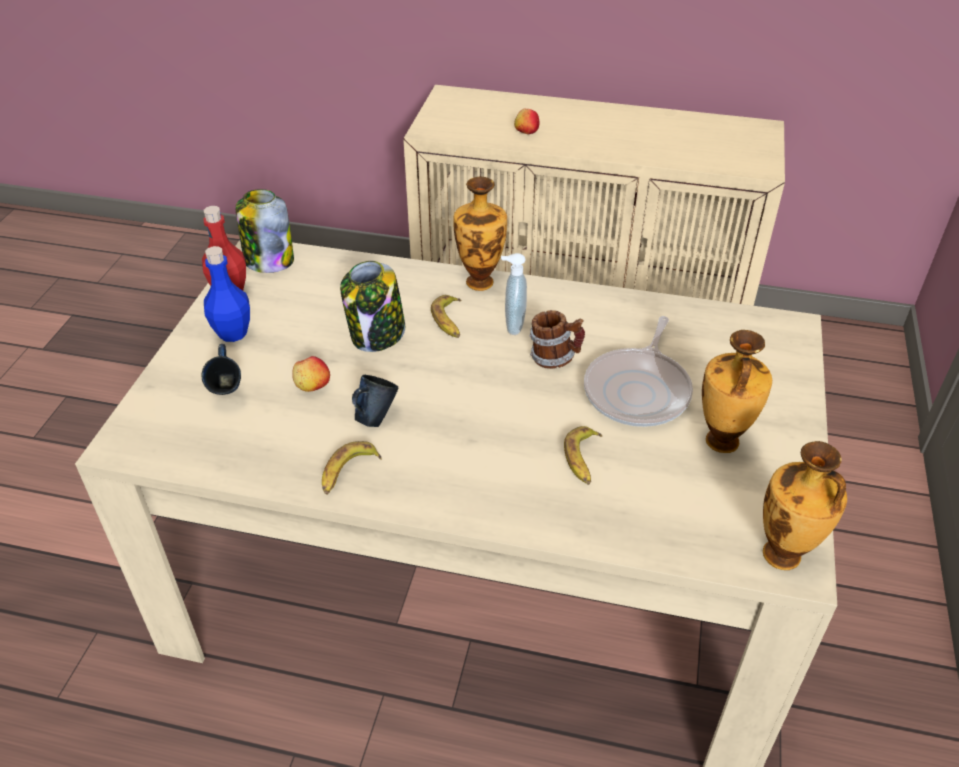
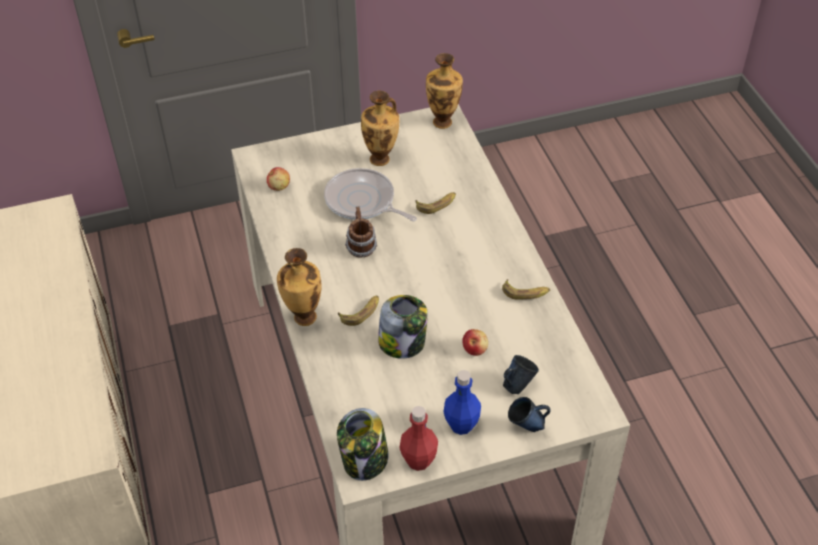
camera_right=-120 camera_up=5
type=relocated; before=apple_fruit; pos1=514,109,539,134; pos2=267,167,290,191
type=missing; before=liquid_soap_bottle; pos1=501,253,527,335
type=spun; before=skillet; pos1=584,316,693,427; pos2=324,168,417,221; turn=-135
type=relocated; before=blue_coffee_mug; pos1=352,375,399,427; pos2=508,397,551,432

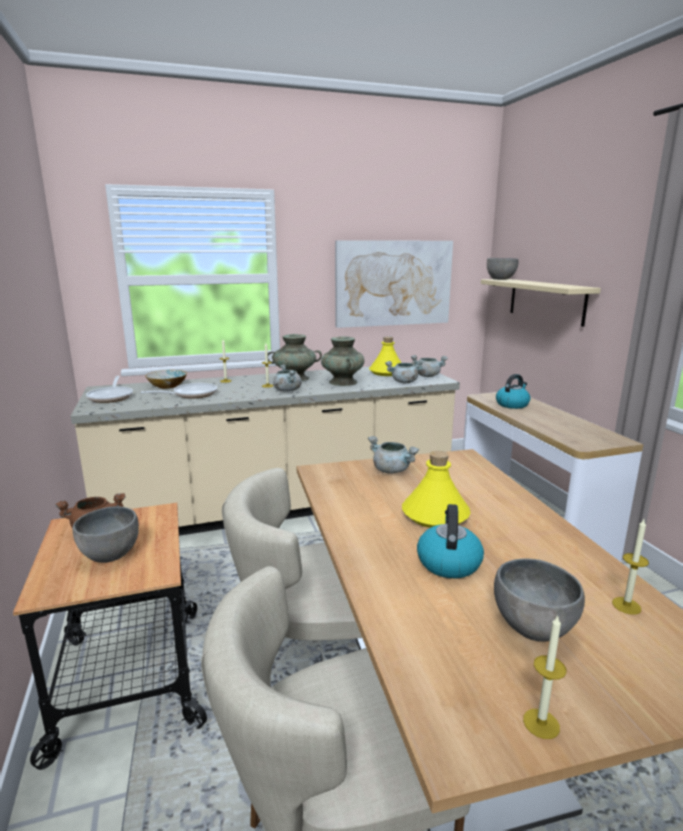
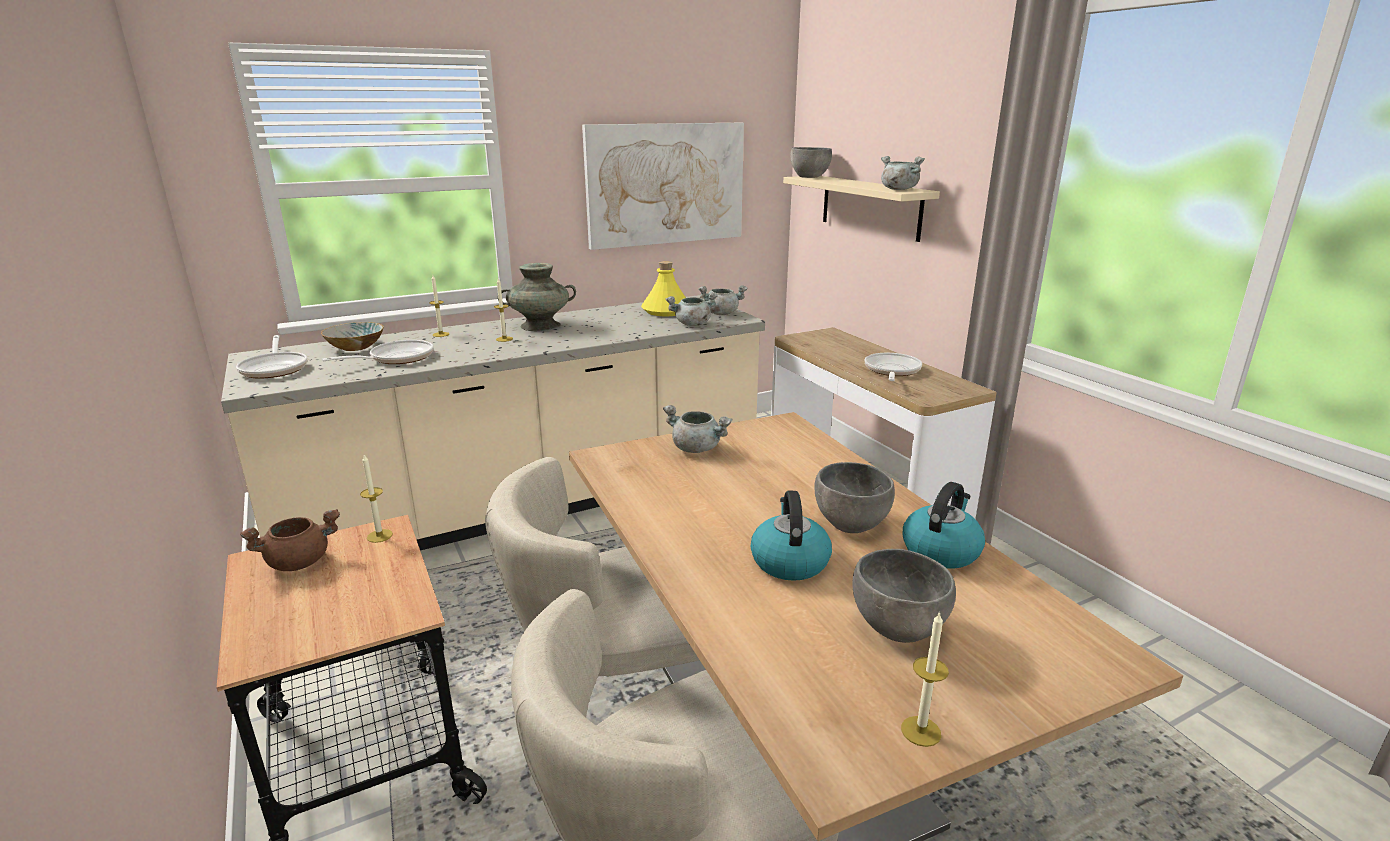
camera_right=-10 camera_up=5
type=missing; before=turquoise-coloured_vase; pos1=321,336,364,386
type=relocated; before=grey_saucepot; pos1=273,364,302,392; pos2=881,156,925,190
type=relocated; before=water_kettle; pos1=496,374,531,409; pos2=903,482,985,569
type=missing; before=yellow_drink_bottle; pos1=402,451,470,528
type=relocated; before=grey_bowl; pos1=73,506,139,563; pos2=814,462,895,533
type=relocated; before=wax_light; pos1=612,519,649,615; pos2=360,455,393,543
type=appeared; after=skillet; pos2=865,353,922,381

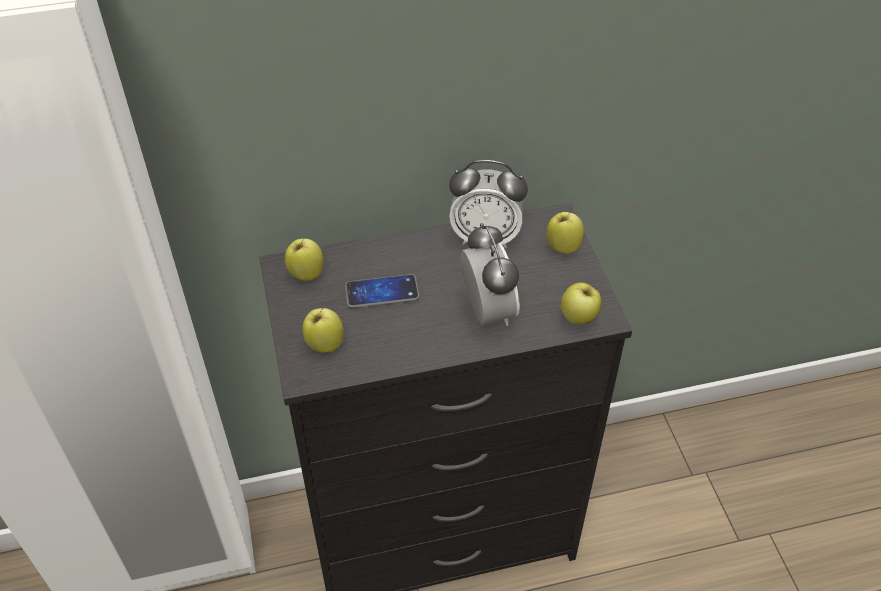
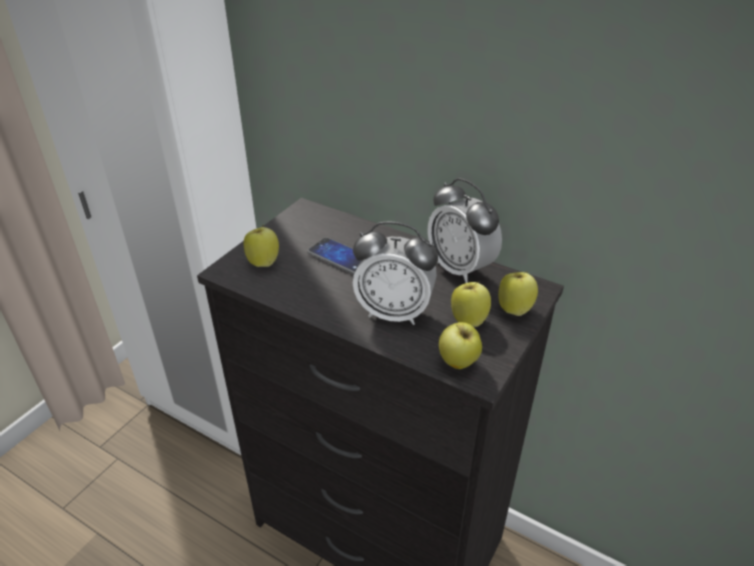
camera_right=45 camera_up=-10
type=spun; before=table_clock; pos1=461,223,520,326; pos2=353,222,438,325; turn=75
type=relocated; before=apple_fruit; pos1=285,238,324,281; pos2=451,281,491,327

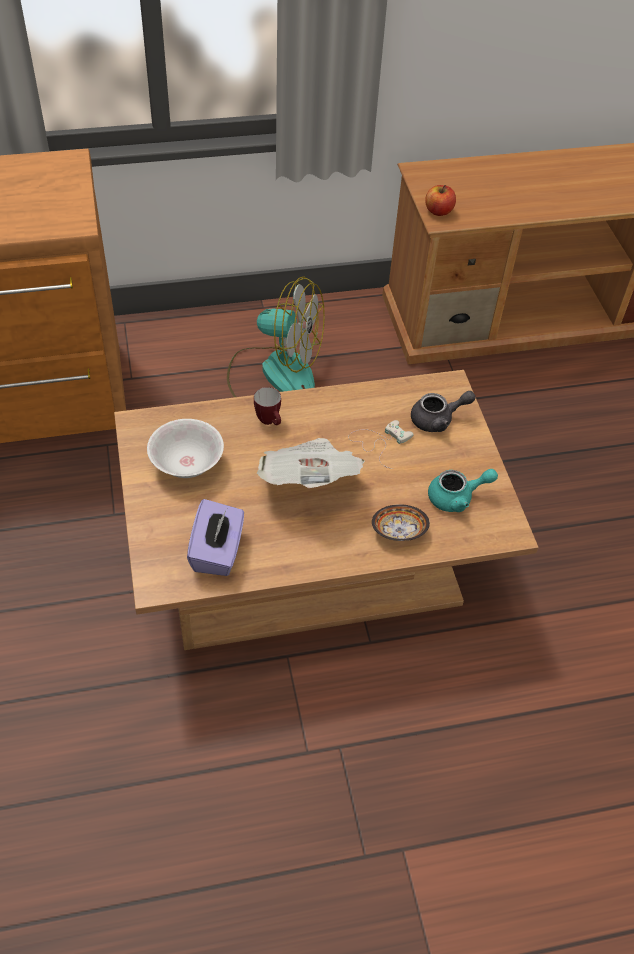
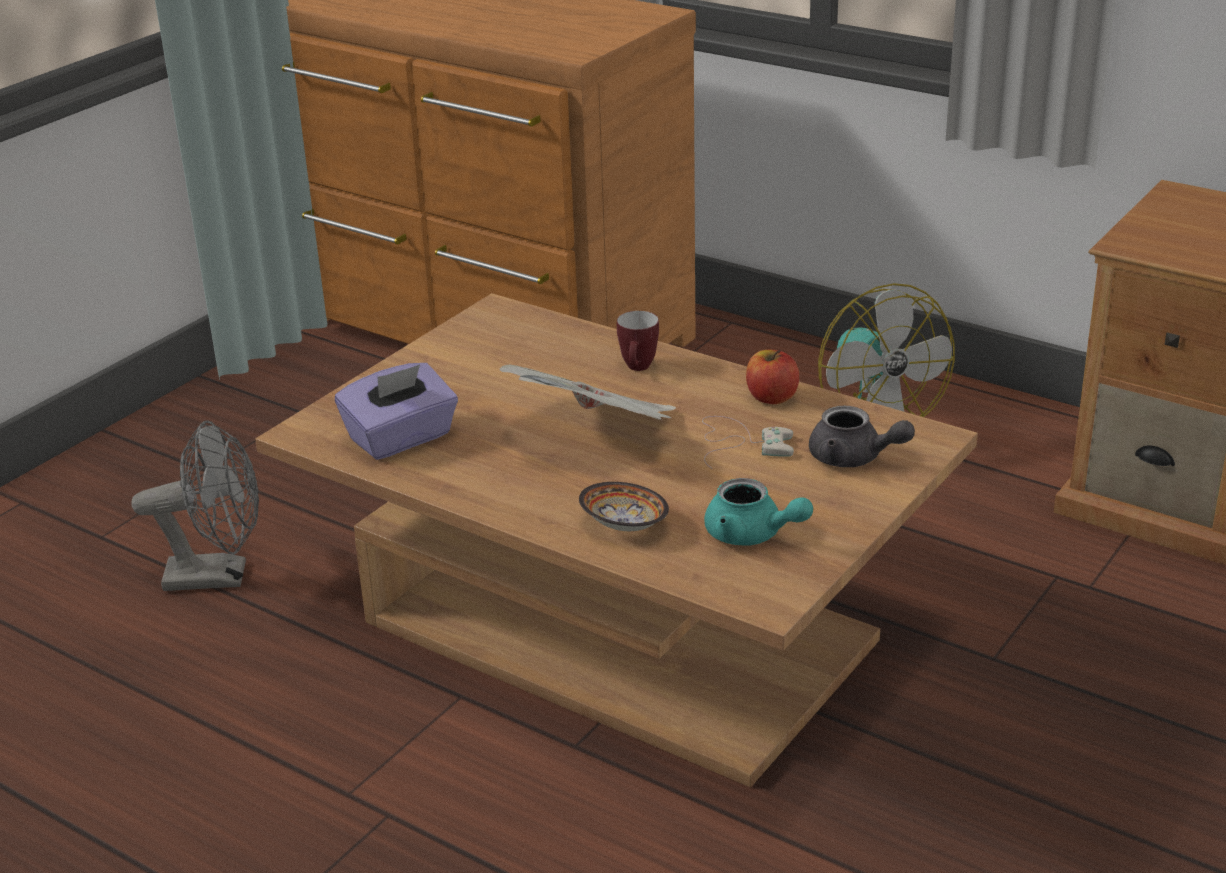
camera_right=50 camera_up=-20
type=relocated; before=apple_fruit; pos1=425,185,456,216; pos2=746,350,799,404
type=missing; before=white_bowl; pos1=147,419,224,478
type=appeared; after=grey_fan; pos2=131,420,259,591

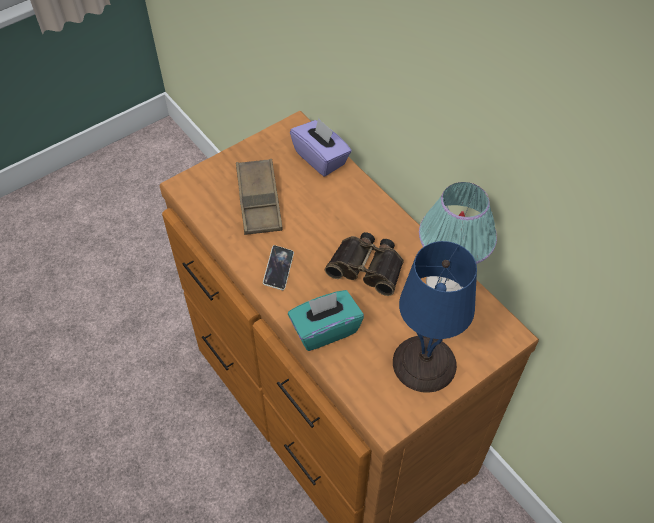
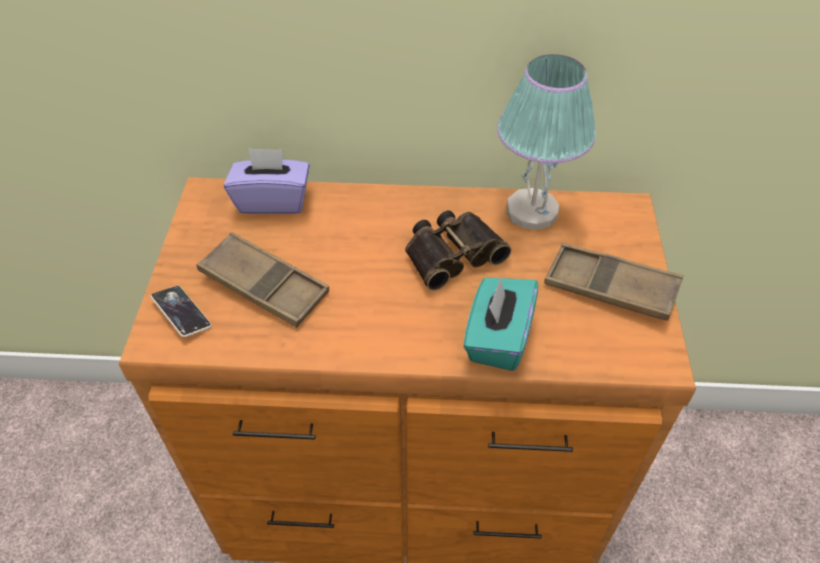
camera_right=-50 camera_up=-5
type=exchanged; before=blue_tabletop_lamp; after=brown-coloured_tray; pos1=393,241,477,393; pos2=544,243,683,321
type=relocated; before=handset; pos1=263,245,294,290; pos2=151,286,212,337

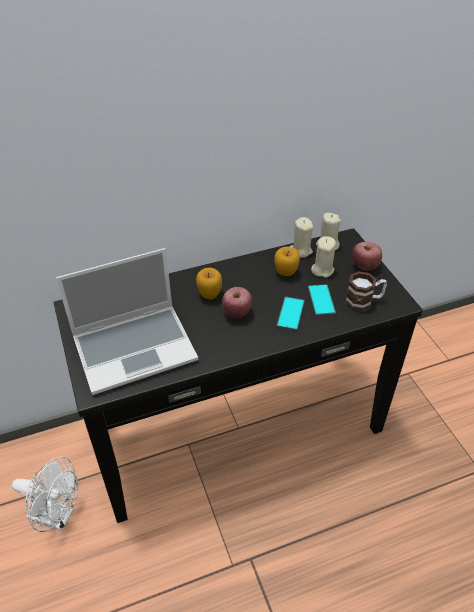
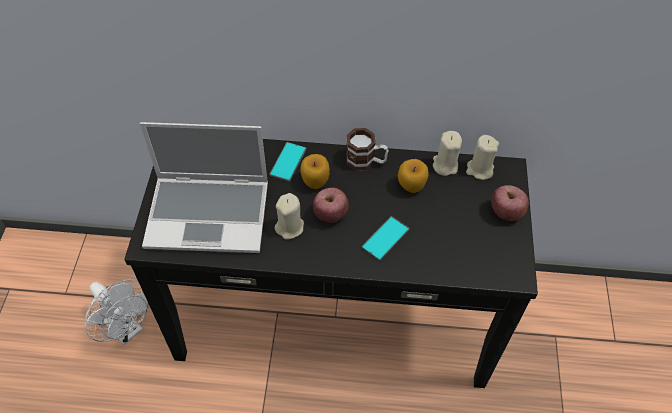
camera_right=25 camera_up=10
type=relocated; before=beige_wax_light; pos1=311,236,336,277; pos2=275,193,304,240
type=relocated; before=coffee_mug; pos1=345,271,387,312; pos2=346,128,389,171
type=relocated; before=handset; pos1=308,284,336,316; pos2=269,142,307,182

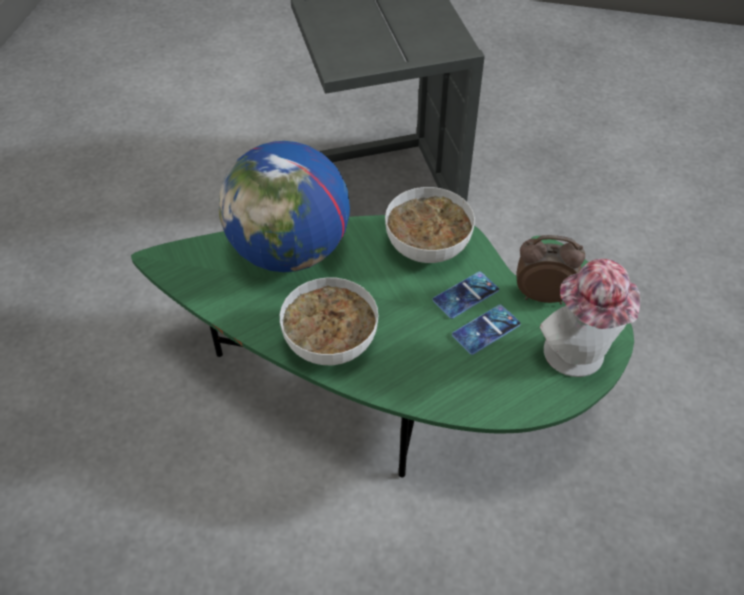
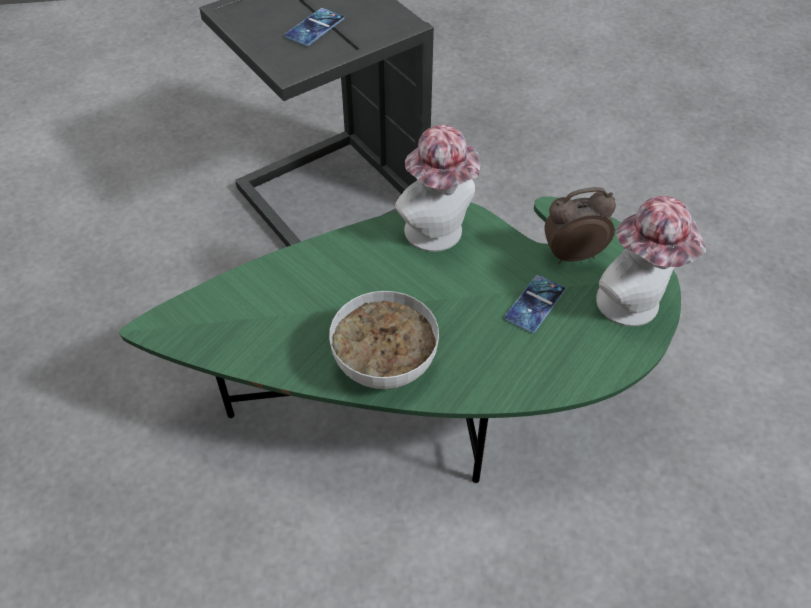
camera_right=-20 camera_up=0
type=missing; before=desk_globe; pos1=219,141,350,272
type=exchanged; before=bowl; after=wearable_hat; pos1=385,187,475,263; pos2=395,125,480,252
type=relocated; before=handset; pos1=432,272,499,319; pos2=284,8,344,46

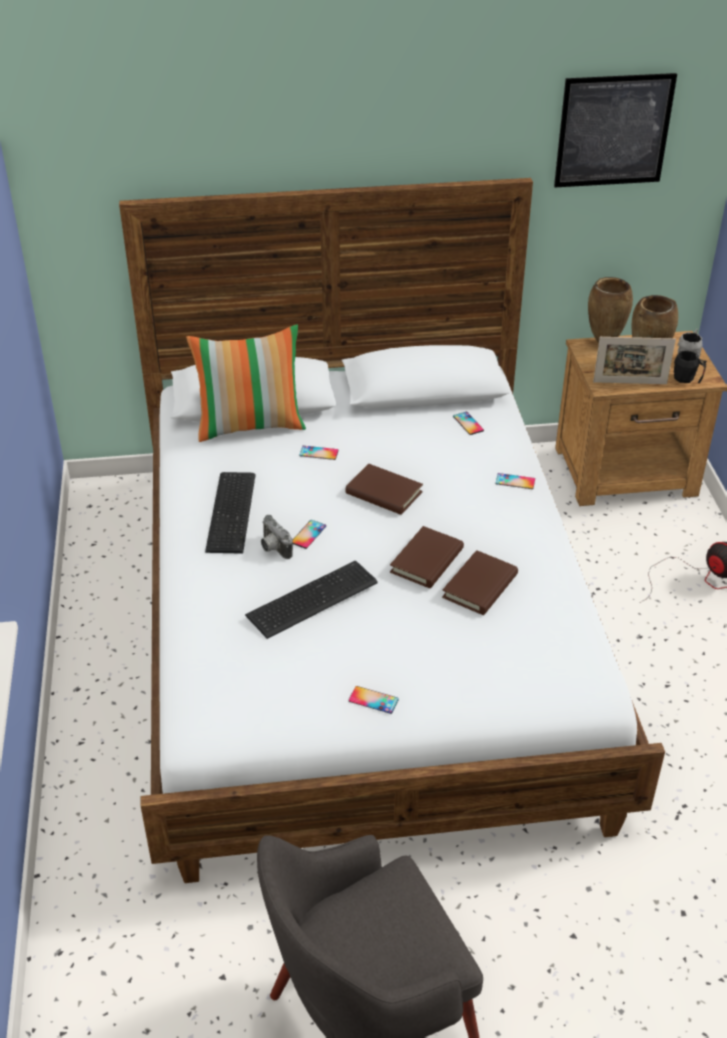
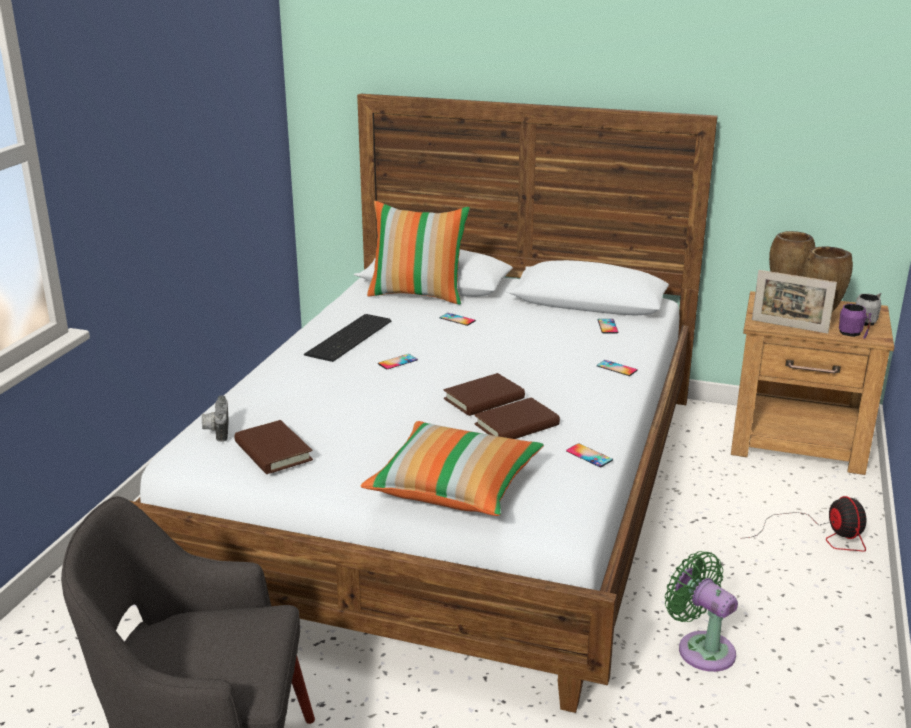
camera_right=25 camera_up=-15
type=missing; before=wall_art; pos1=554,73,677,187
type=colour; before=blackish_coffee_mug; after=purple-coloured_coffee_mug; pos1=674,351,707,383; pos2=839,304,872,339
type=relocated; before=brown-coloured_volume; pos1=345,464,423,515; pos2=234,420,313,474
type=relocated; before=photo_camera; pos1=261,515,293,559; pos2=202,396,229,442
type=missing; before=keyboard; pos1=245,561,378,639
type=relocated; before=handset; pos1=349,686,399,714; pos2=566,443,613,467
type=appeared; after=pillow; pos2=360,421,544,516
type=appeared; after=greenish_fan; pos2=665,551,738,672

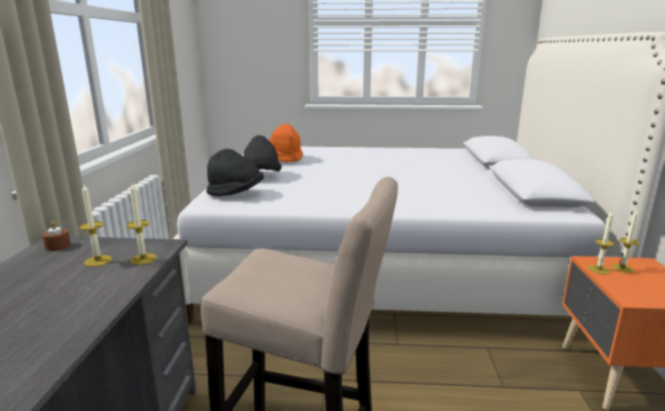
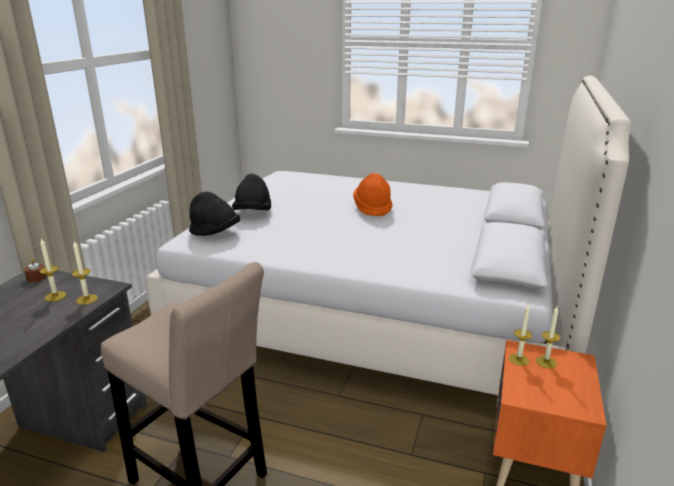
camera_right=15 camera_up=5
type=relocated; before=orange_wearable_hat; pos1=269,124,303,162; pos2=353,173,393,216

